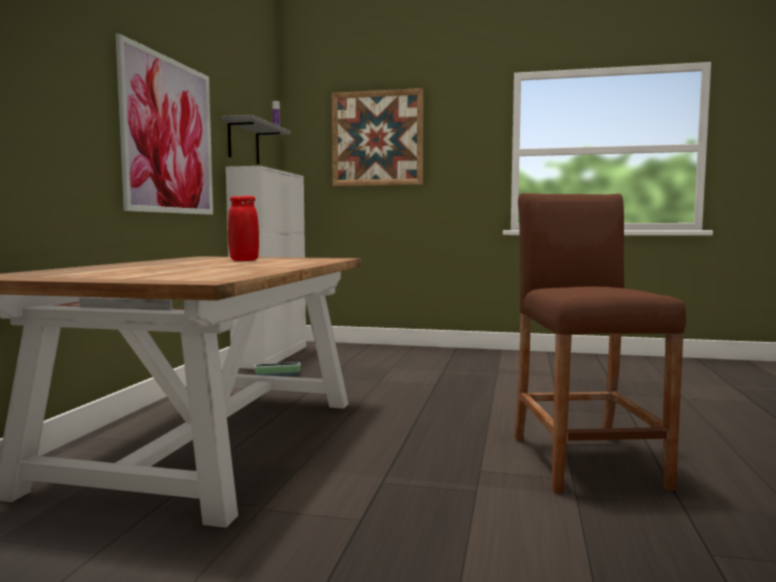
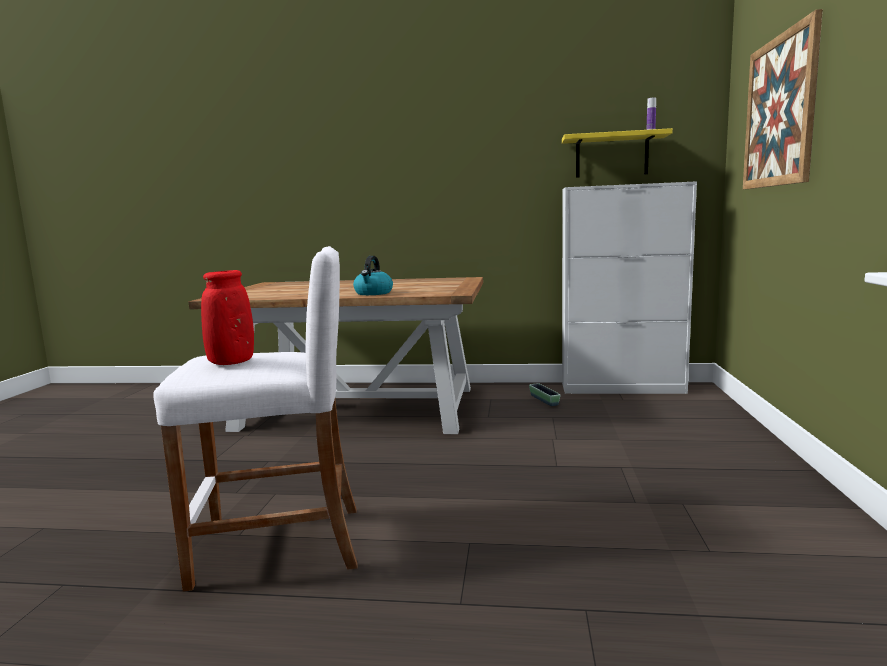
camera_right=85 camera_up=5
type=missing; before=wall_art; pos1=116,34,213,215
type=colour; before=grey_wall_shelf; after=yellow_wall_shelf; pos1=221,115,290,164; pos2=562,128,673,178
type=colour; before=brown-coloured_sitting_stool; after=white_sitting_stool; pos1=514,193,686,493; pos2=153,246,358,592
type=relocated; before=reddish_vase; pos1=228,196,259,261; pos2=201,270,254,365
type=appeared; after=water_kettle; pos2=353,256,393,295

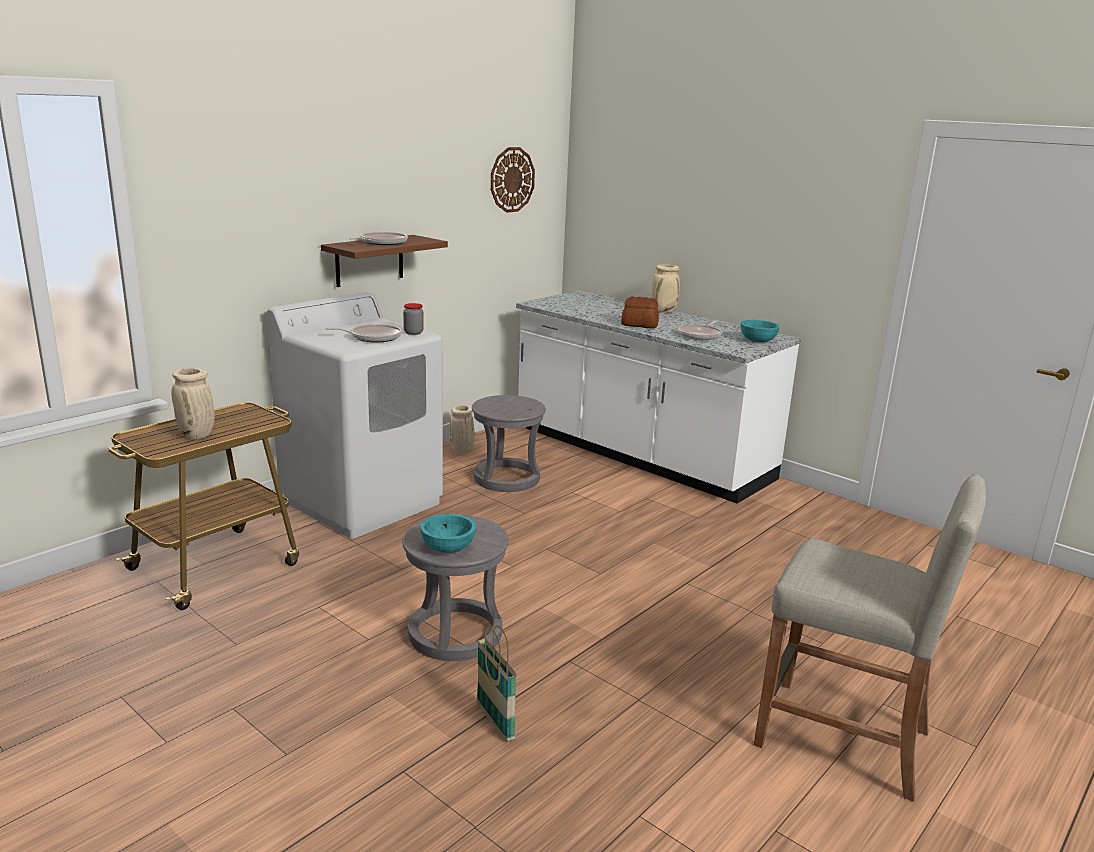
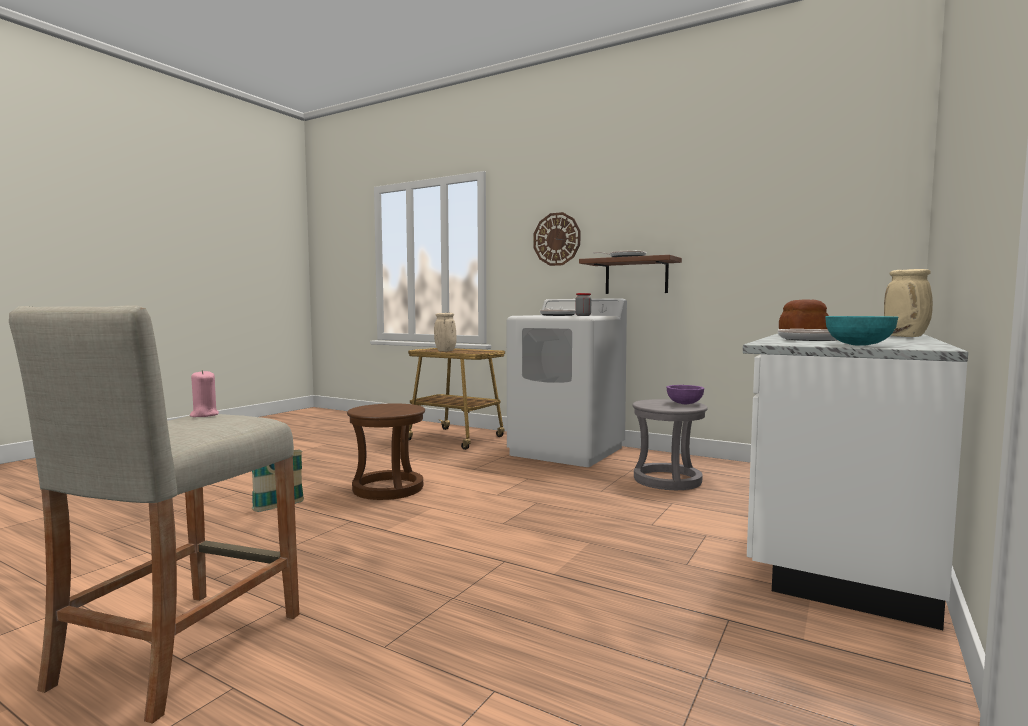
camera_right=80 camera_up=-15
type=relocated; before=hanging_clock; pos1=491,147,535,213; pos2=533,212,580,266
type=missing; before=beige_vase; pos1=449,405,475,454
type=missing; before=turquoise-coloured_bowl; pos1=420,514,476,553
type=colour; before=grey_sitting_stool; after=brown-coloured_sitting_stool; pos1=402,515,509,661; pos2=347,403,425,500
type=appeared; after=pinkish_wax_light; pos2=190,370,219,417
type=appeared; after=purple-coloured_bowl; pos2=667,385,704,404

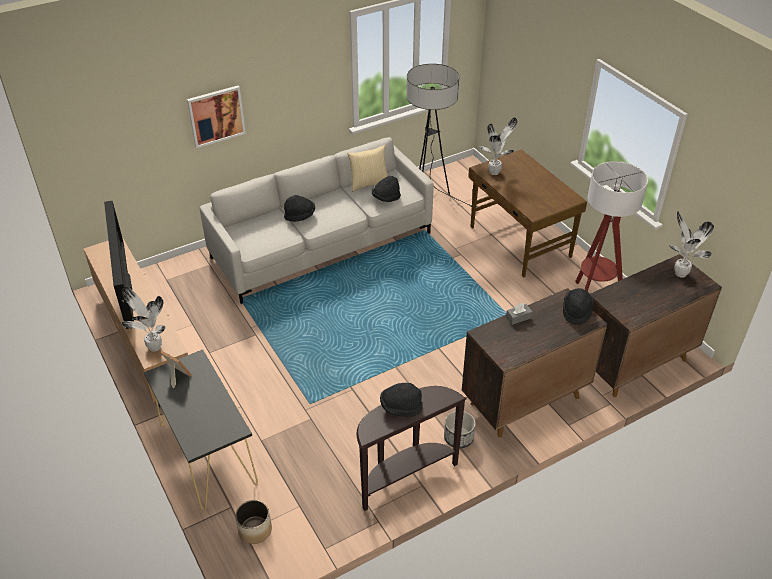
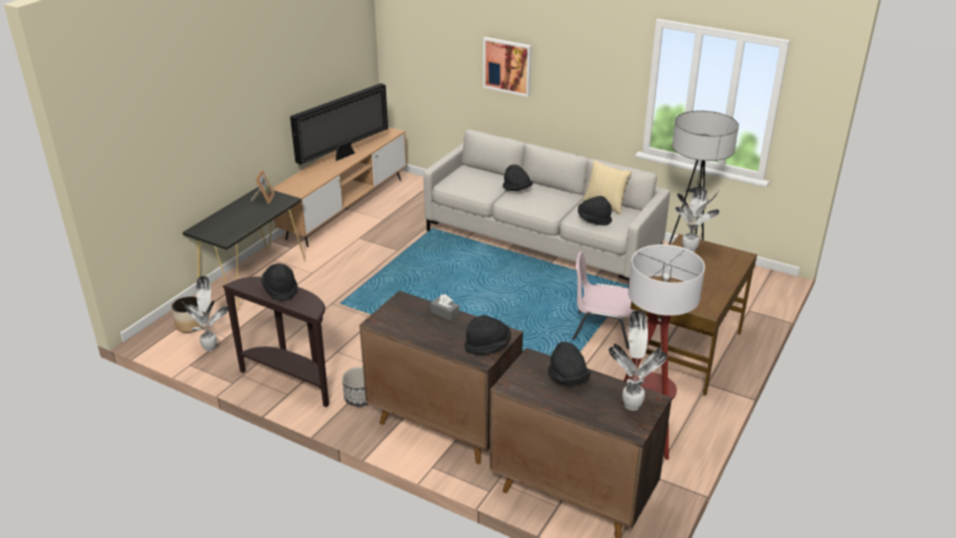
camera_right=60 camera_up=-10
type=relocated; before=houseplant; pos1=122,286,166,352; pos2=183,276,228,351
type=appeared; after=pinkish_chair; pos2=572,251,634,349
type=appeared; after=blackish_wearable_hat; pos2=548,342,591,384

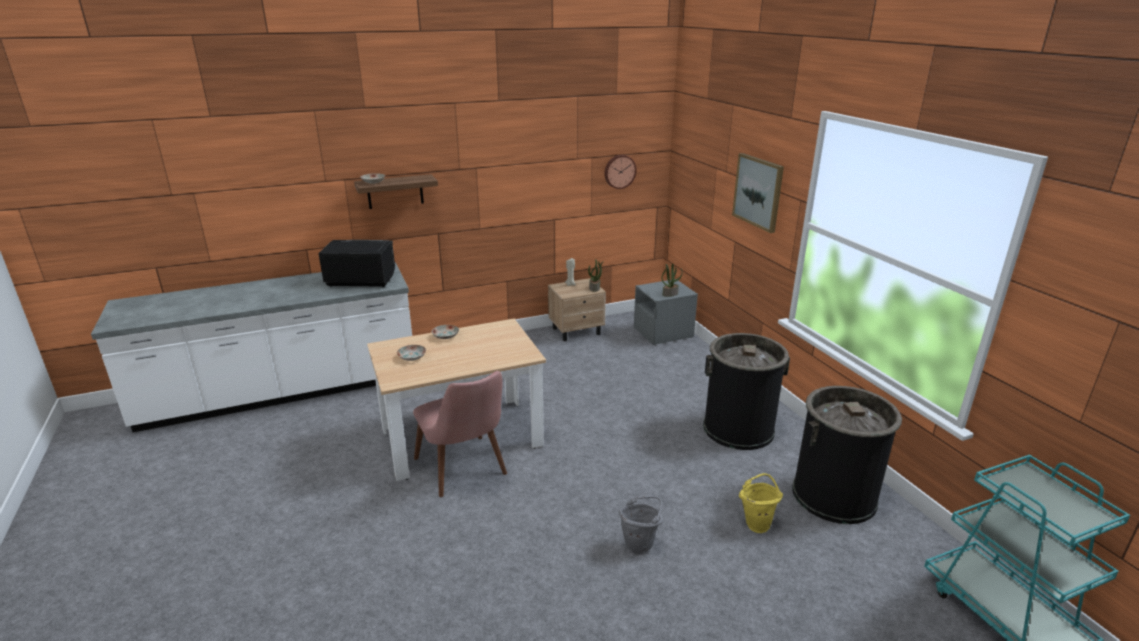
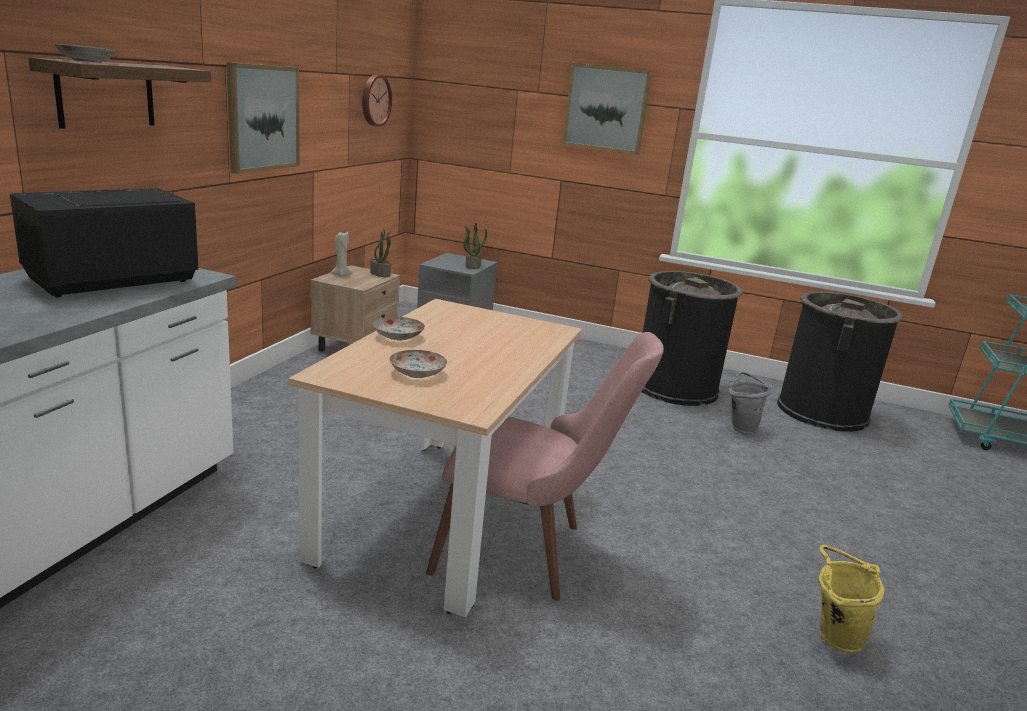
camera_right=-50 camera_up=-5
type=relocated; before=yellow_pail; pos1=739,473,783,533; pos2=818,545,885,653
type=relocated; before=grey_pail; pos1=619,496,663,555; pos2=728,372,772,434
type=appeared; after=wall_art; pos2=227,62,300,174

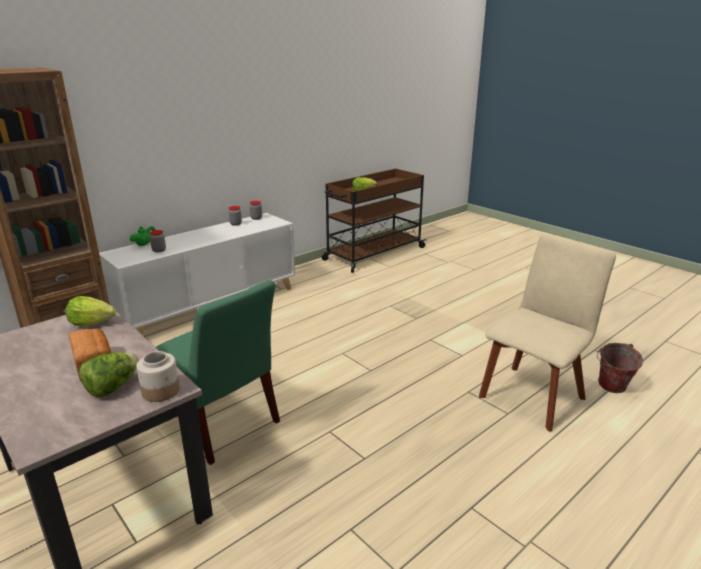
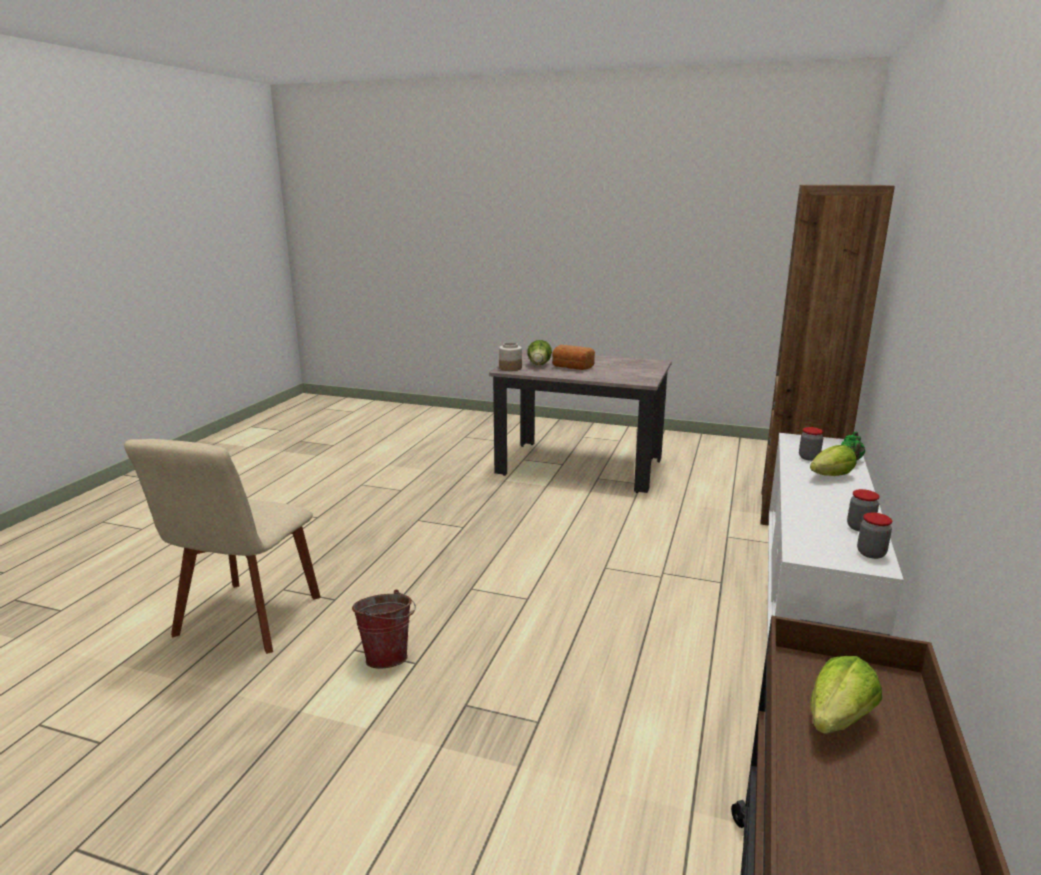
camera_right=150 camera_up=-5
type=missing; before=greenish_chair; pos1=156,280,280,465
type=relocated; before=head_of_lettuce; pos1=66,296,116,326; pos2=810,445,857,476
type=relocated; before=pail; pos1=597,343,643,393; pos2=352,590,416,669

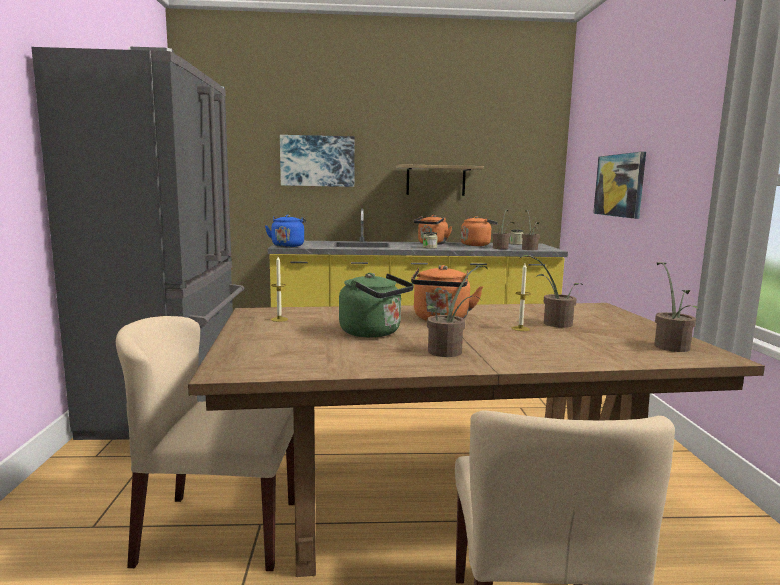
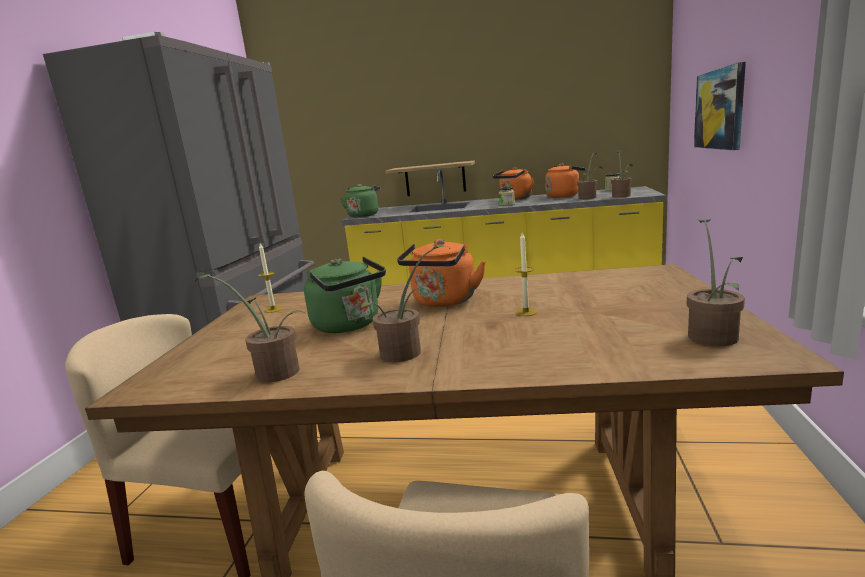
camera_right=15 camera_up=5
type=missing; before=wall_art; pos1=280,135,355,187
type=relocated; before=wall_shelf; pos1=396,164,484,196; pos2=385,160,475,196
type=colour; before=blue_water_kettle; after=greenish_water_kettle; pos1=265,215,306,247; pos2=339,184,380,217
type=relocated; before=houseplant; pos1=519,255,583,328; pos2=195,274,305,383

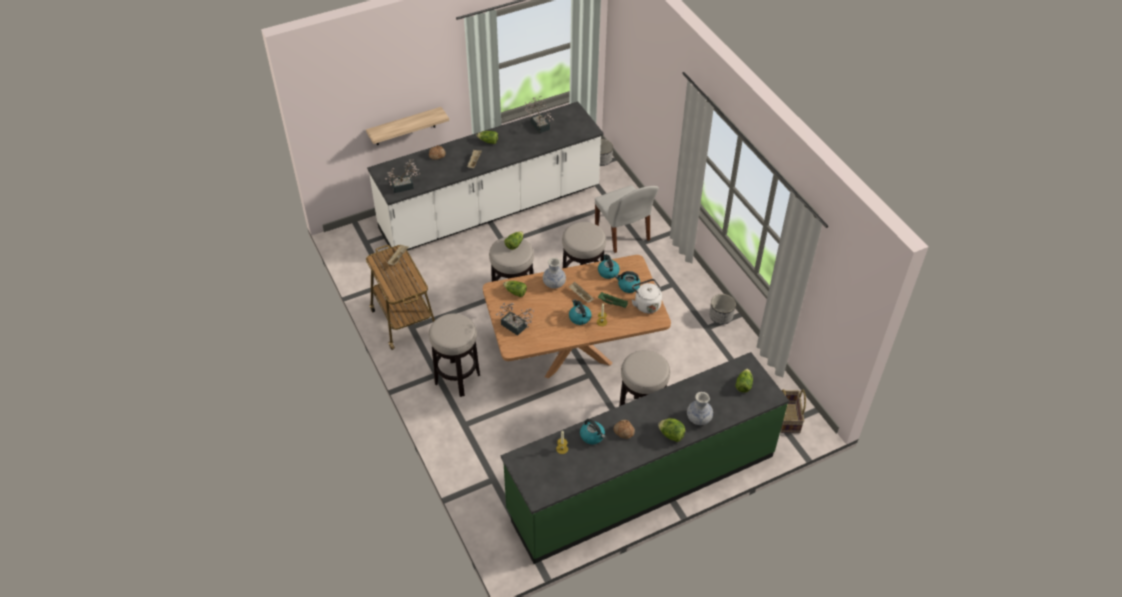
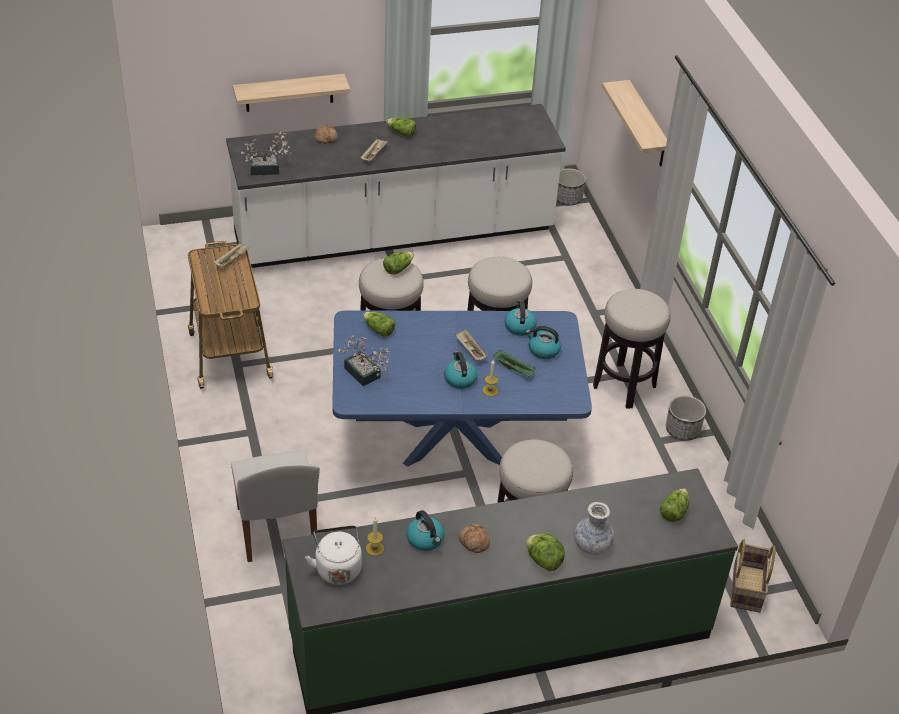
camera_right=10 camera_up=-5
type=missing; before=houseplant; pos1=524,96,554,133
type=relocated; before=white_chair; pos1=595,185,659,253; pos2=231,450,320,562
type=colour; before=brown-coloured_kitchen_table; after=blue_kitchen_table; pos1=483,255,671,379; pos2=332,310,592,467
type=missing; before=vase; pos1=543,258,566,289
type=relocated; before=white_water_kettle; pos1=632,279,662,313; pos2=305,525,362,585
type=relocated; before=sitting_stool; pos1=429,314,480,397; pos2=593,289,671,409
type=appeared; after=wall_shelf; pos2=602,80,667,167

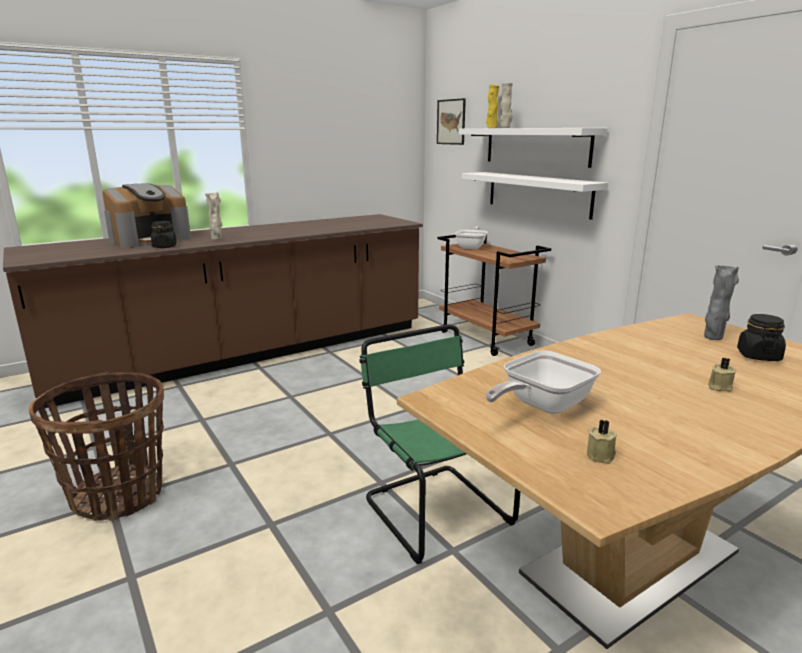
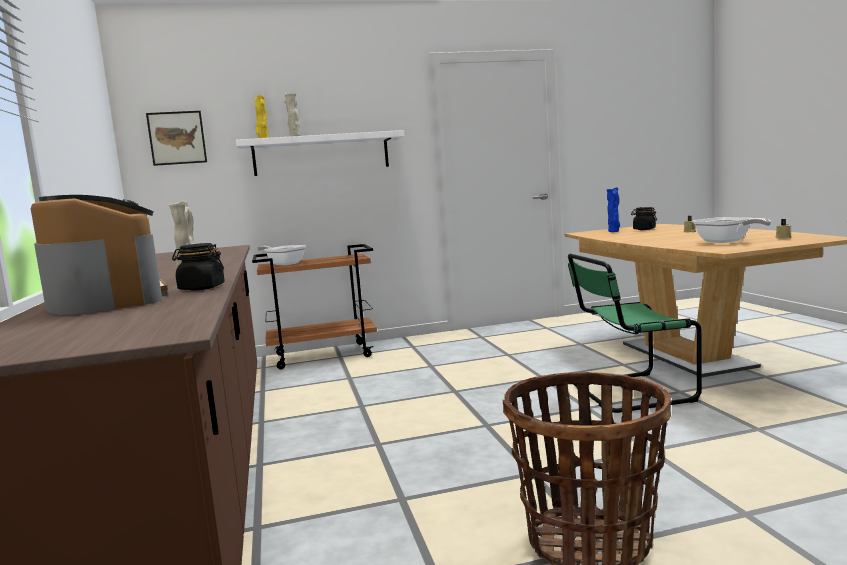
camera_right=-70 camera_up=-10
type=missing; before=white_wall_shelf; pos1=462,172,608,220
type=colour; before=grey_vase; after=blue_vase; pos1=704,265,739,340; pos2=607,187,620,232

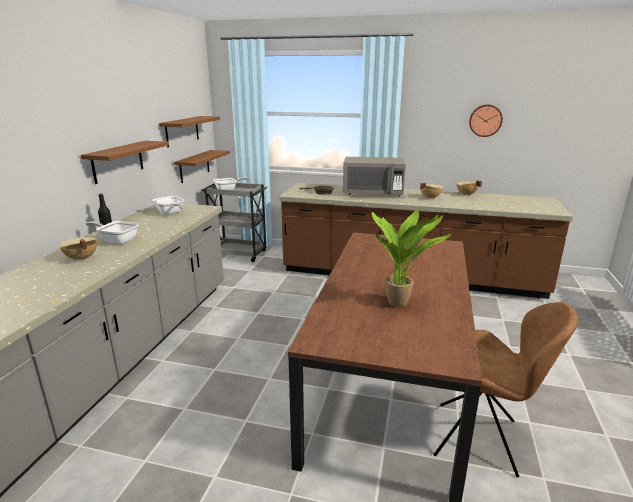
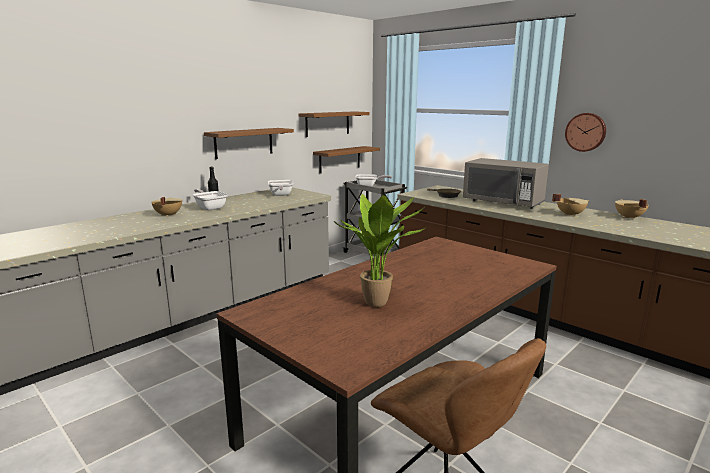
camera_right=30 camera_up=-5
type=relocated; before=hanging_clock; pos1=469,104,503,137; pos2=565,113,606,152

